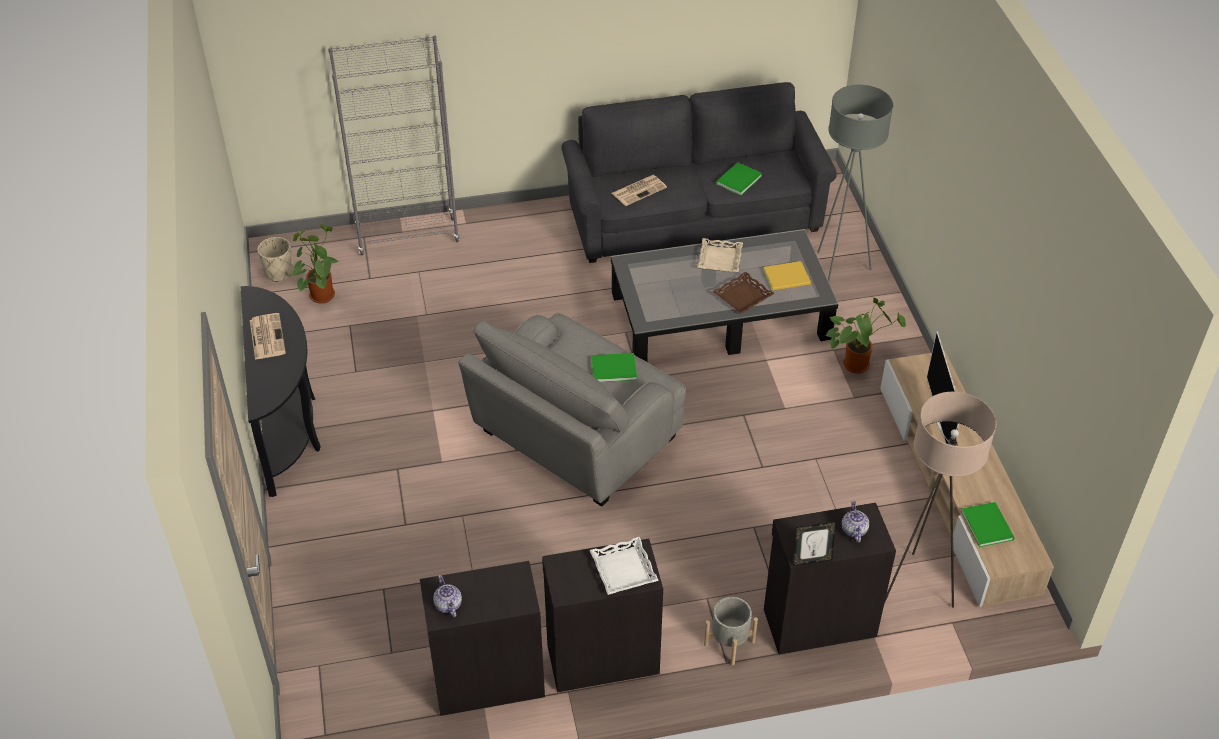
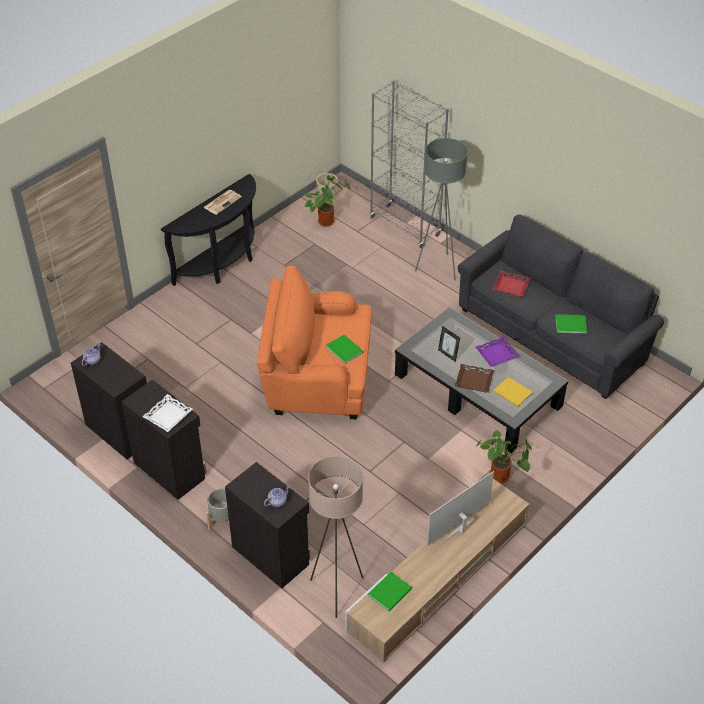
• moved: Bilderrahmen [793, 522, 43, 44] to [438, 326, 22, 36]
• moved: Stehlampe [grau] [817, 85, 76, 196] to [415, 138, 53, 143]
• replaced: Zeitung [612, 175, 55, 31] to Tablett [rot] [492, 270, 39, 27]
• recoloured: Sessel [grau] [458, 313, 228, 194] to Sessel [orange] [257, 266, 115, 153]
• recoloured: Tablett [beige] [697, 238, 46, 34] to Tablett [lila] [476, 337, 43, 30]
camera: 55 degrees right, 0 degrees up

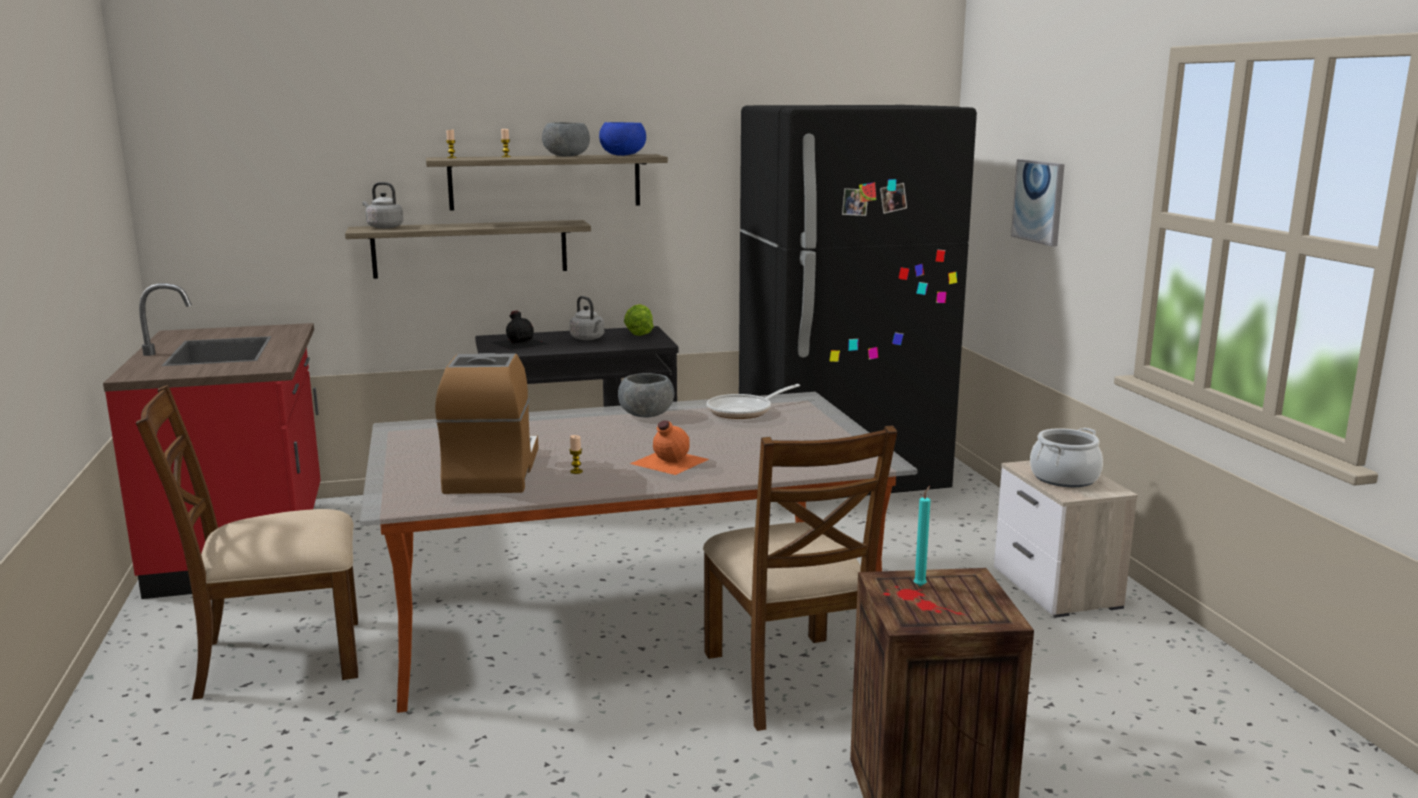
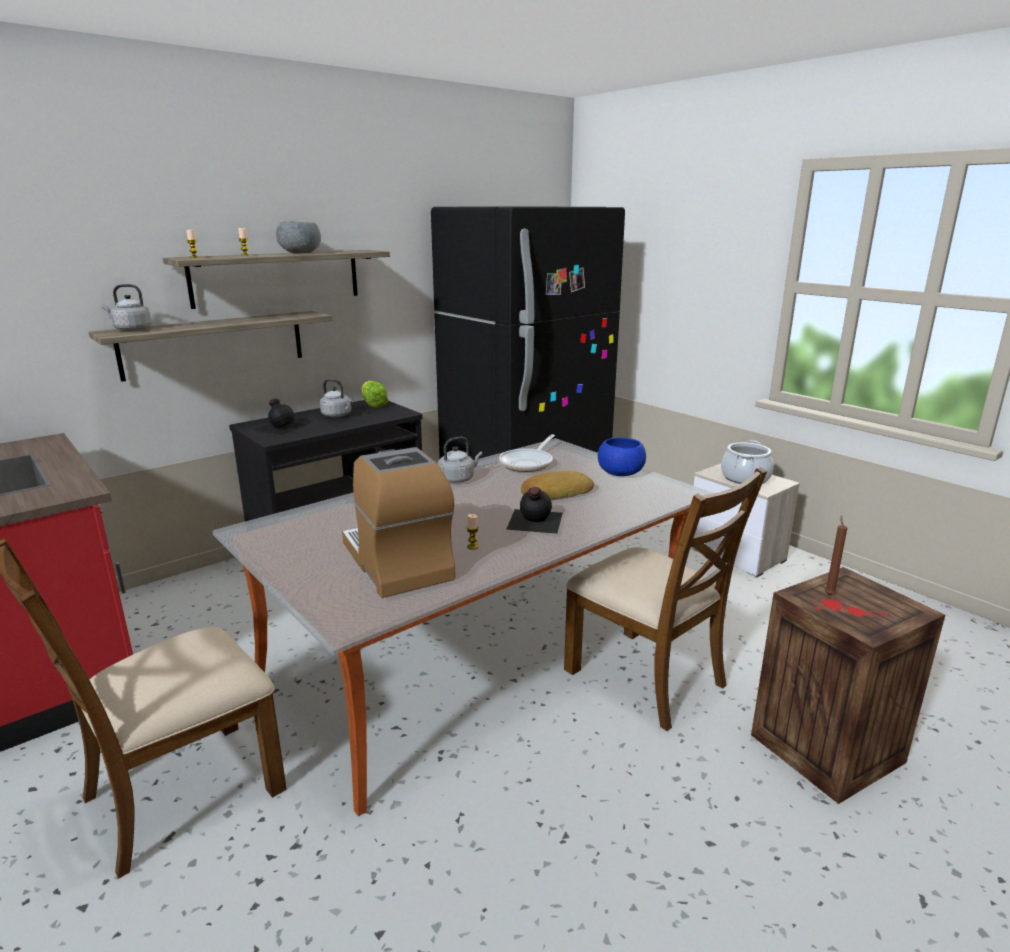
• removed: Bild [1011, 159, 54, 87]
• added: Brot [521, 471, 73, 29]
• moved: Schüssel [blau] [599, 122, 47, 34] to [598, 438, 48, 38]
• replaced: Schüssel [grau] [618, 373, 56, 44] to Wasserkessel [grau] [438, 437, 44, 46]
• recoloured: Flasche [orange] [630, 420, 79, 55] to Flasche [schwarz] [506, 487, 57, 47]
• recoloured: Kerze [türkis] [914, 486, 16, 100] to Kerze [braun] [825, 515, 22, 80]
camera: 25 degrees left, 5 degrees up

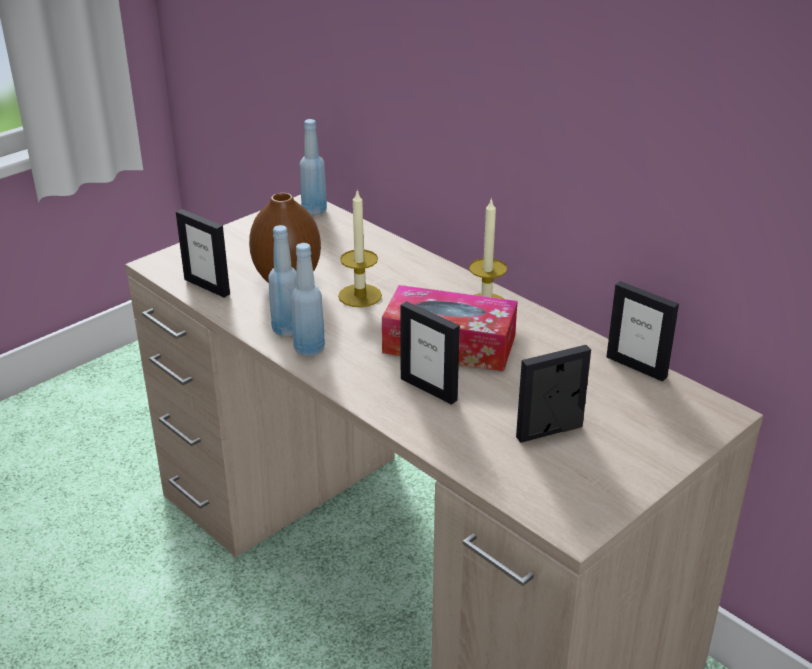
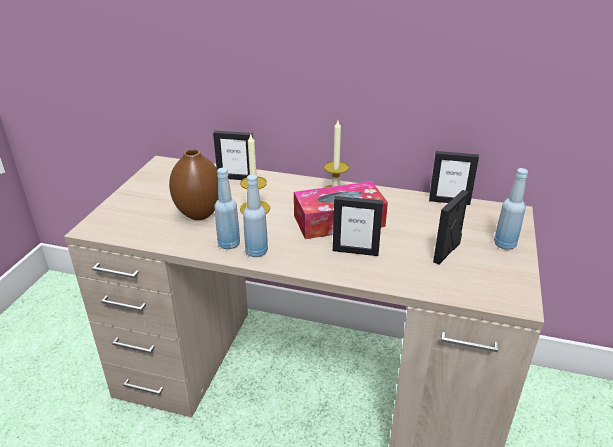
• moved: Bilderrahmen [176, 209, 54, 89] to [213, 131, 40, 49]
• moved: Flasche [blau] [300, 119, 27, 96] to [494, 168, 34, 82]
camera: 30 degrees left, 0 degrees up

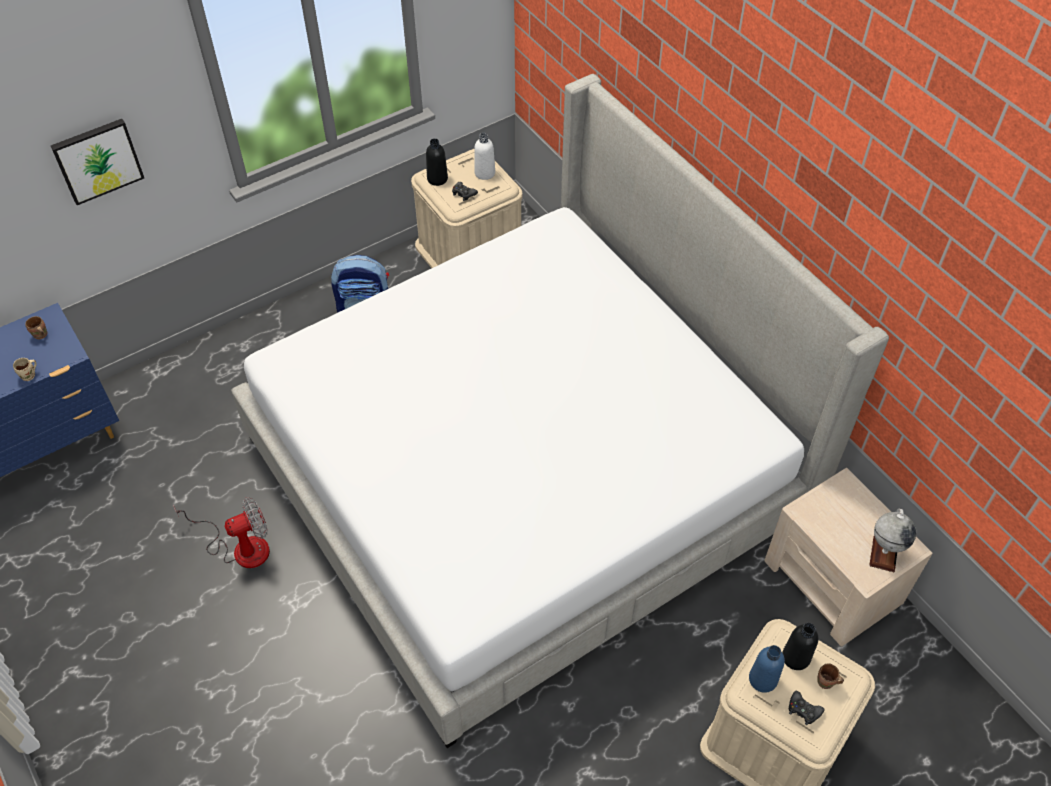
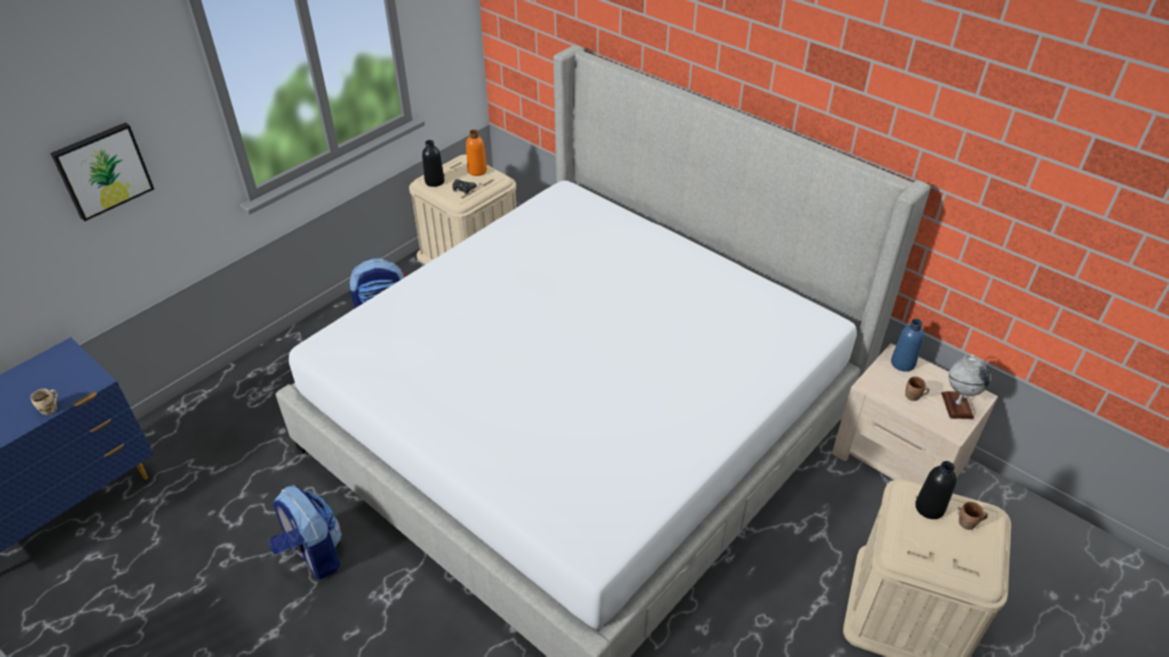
• removed: Gamepad [schwarz] [789, 691, 35, 34]
• moved: Henkelbecher [braun] [25, 316, 22, 23] to [905, 377, 24, 24]
• moved: Flasche [blau] [749, 645, 36, 48] to [891, 319, 33, 53]
• replaced: Ventilator [173, 498, 97, 70] to Rucksack [269, 485, 73, 95]
• recoloured: Flasche [weiß] [474, 133, 21, 47] to Flasche [orange] [466, 130, 21, 46]
camera: 15 degrees left, 10 degrees down

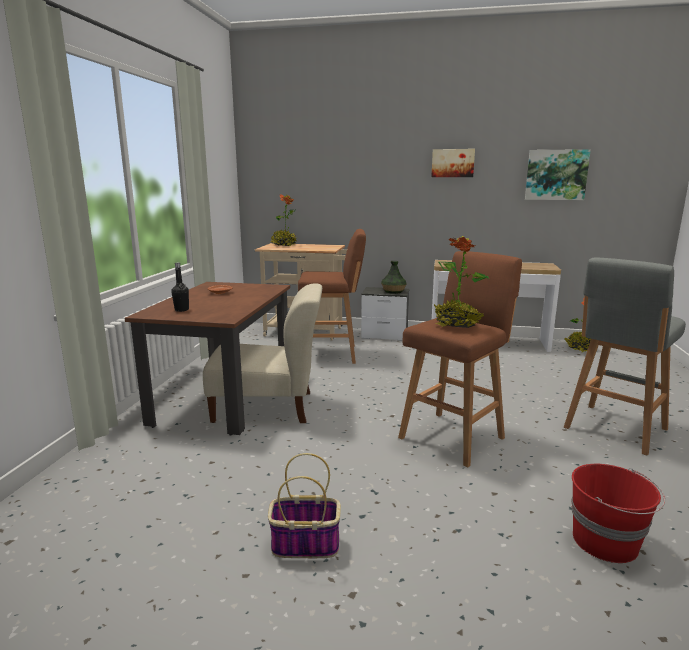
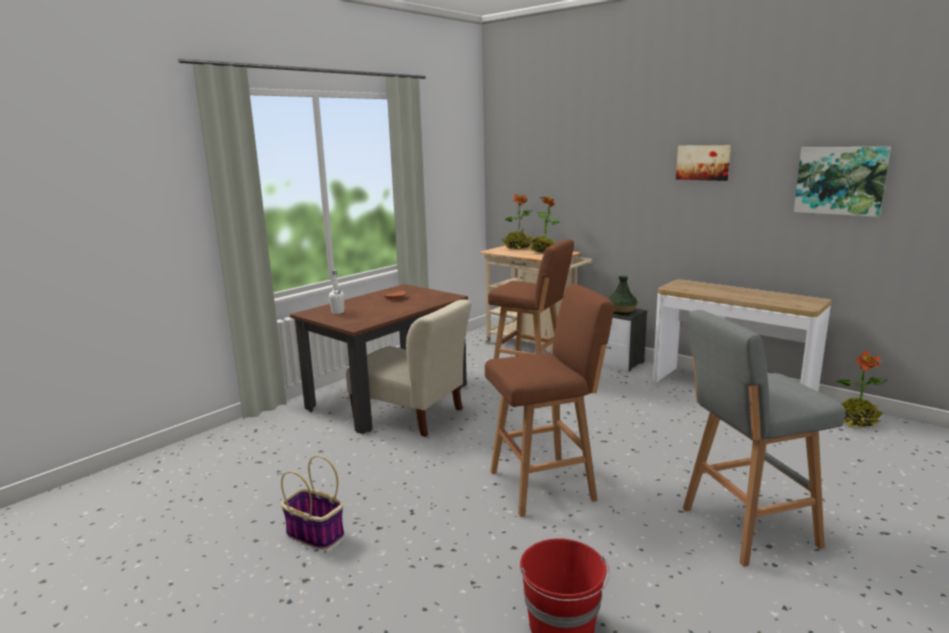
• moved: Topfpflanze [434, 236, 55, 92] to [529, 196, 31, 57]
• recoloured: Flasche [schwarz] [171, 263, 18, 49] to Flasche [weiß] [329, 270, 15, 44]
camera: 30 degrees right, 0 degrees up

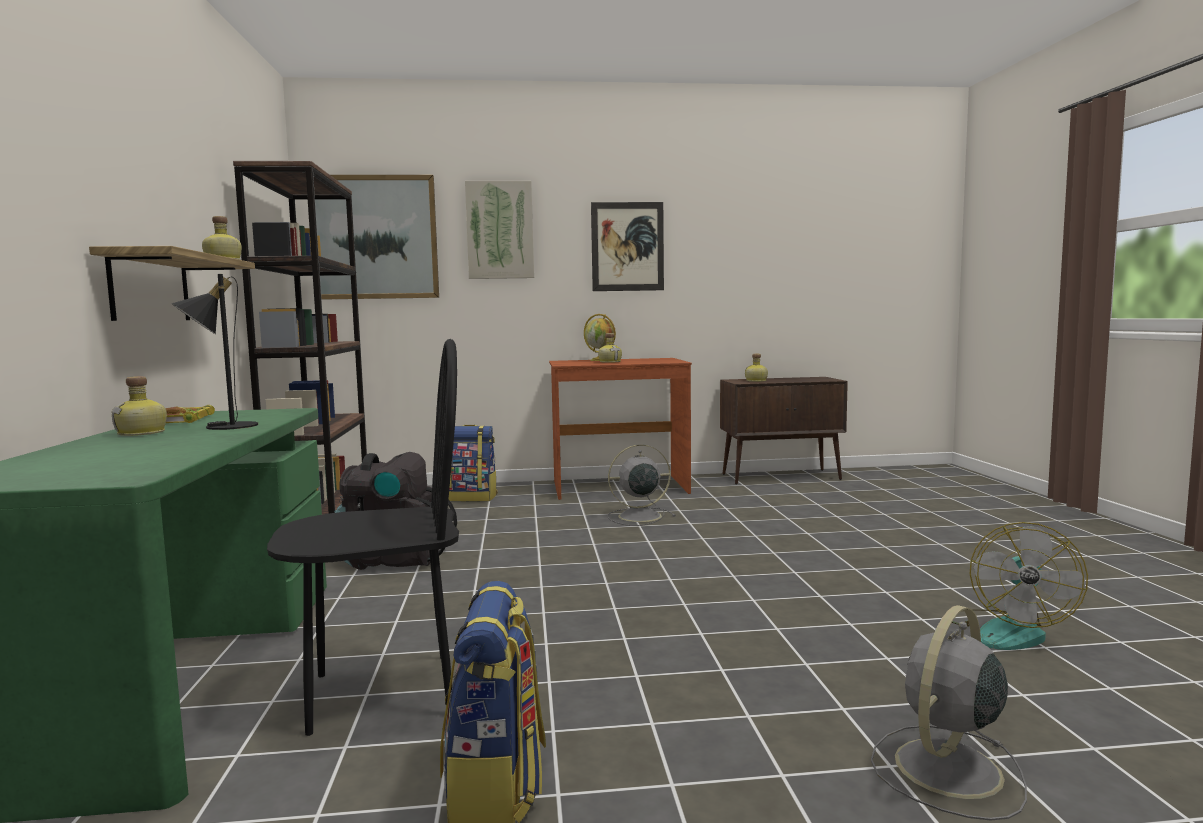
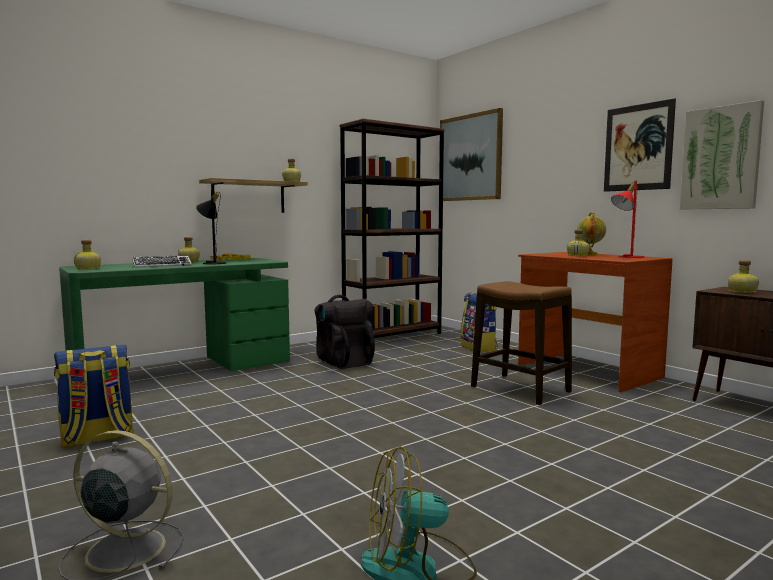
• removed: Stuhl [schwarz] [267, 339, 192, 397]
• added: Flasche [74, 240, 27, 29]
• added: Tastatur [132, 256, 60, 12]
• added: Tischlampe [rot] [611, 181, 34, 77]
• moved: Bild [465, 181, 69, 98] to [680, 100, 84, 109]
• replaced: Ventilator [grau] [607, 444, 69, 82] to Hocker [471, 281, 101, 124]
camera: 60 degrees right, 0 degrees up

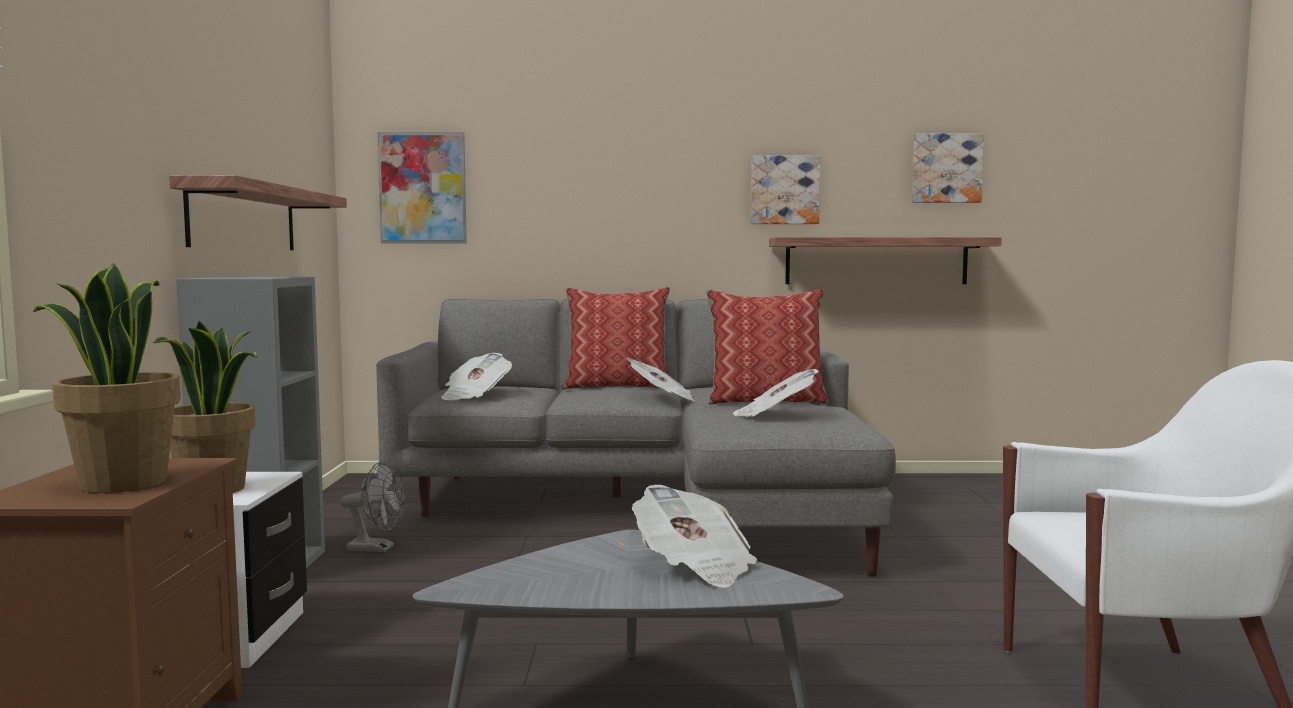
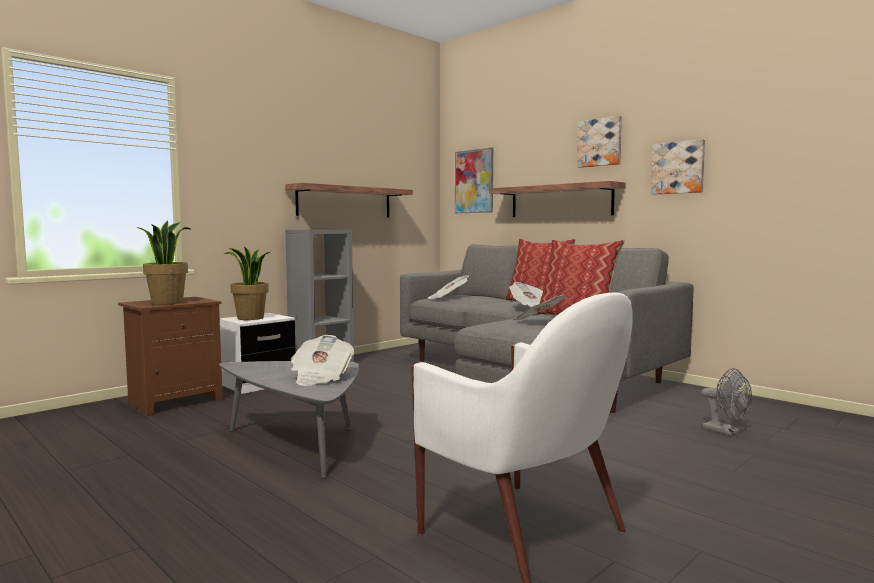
• moved: Ventilator [grau] [340, 462, 65, 90] to [701, 368, 51, 68]
• moved: Wandregal [769, 237, 233, 47] to [489, 181, 137, 36]
• moved: Bild [912, 134, 72, 69] to [577, 116, 45, 52]
camera: 45 degrees right, 0 degrees up

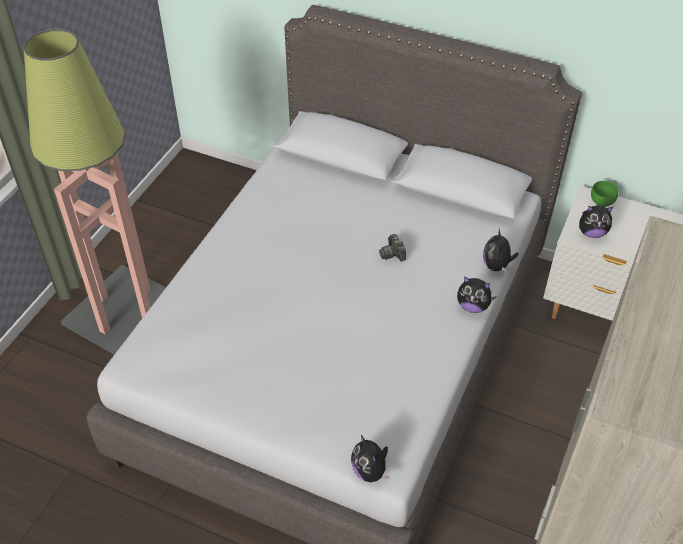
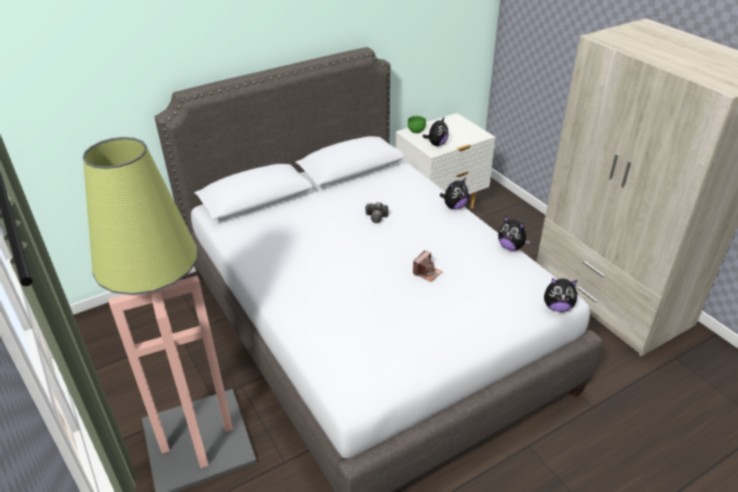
• added: Kamera [413, 250, 30, 32]
• moved: Plüschtier [483, 229, 36, 44] to [498, 216, 33, 35]
camera: 55 degrees left, 10 degrees down

